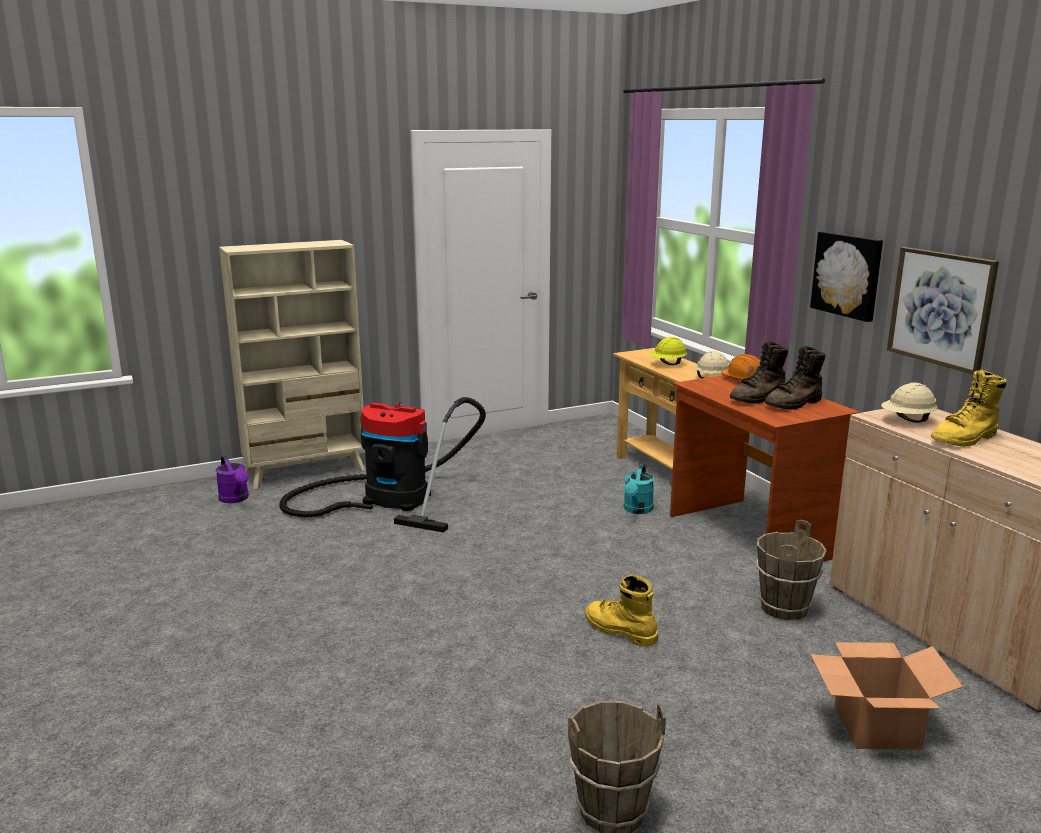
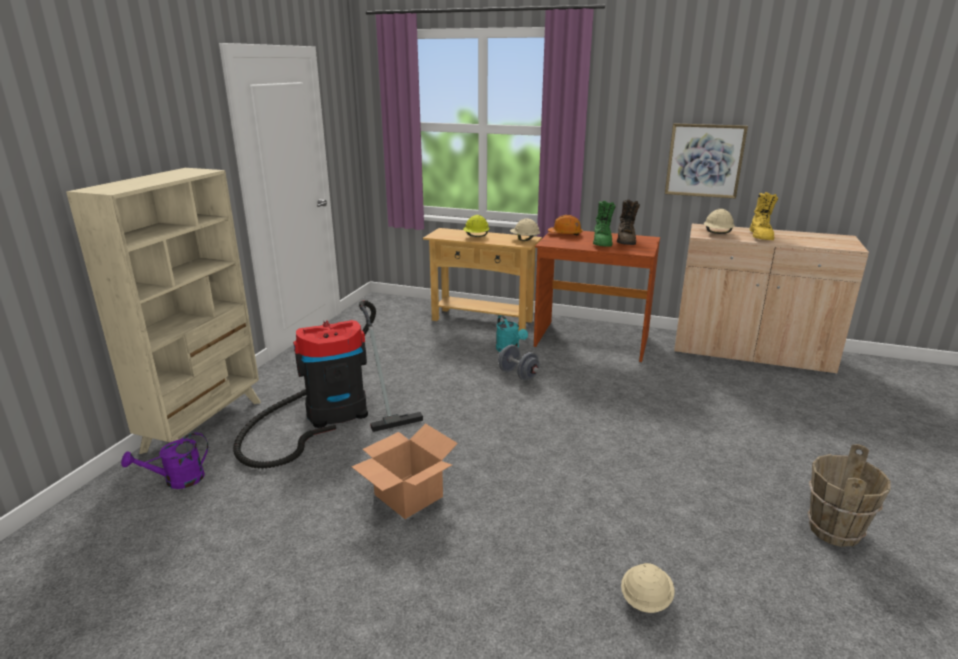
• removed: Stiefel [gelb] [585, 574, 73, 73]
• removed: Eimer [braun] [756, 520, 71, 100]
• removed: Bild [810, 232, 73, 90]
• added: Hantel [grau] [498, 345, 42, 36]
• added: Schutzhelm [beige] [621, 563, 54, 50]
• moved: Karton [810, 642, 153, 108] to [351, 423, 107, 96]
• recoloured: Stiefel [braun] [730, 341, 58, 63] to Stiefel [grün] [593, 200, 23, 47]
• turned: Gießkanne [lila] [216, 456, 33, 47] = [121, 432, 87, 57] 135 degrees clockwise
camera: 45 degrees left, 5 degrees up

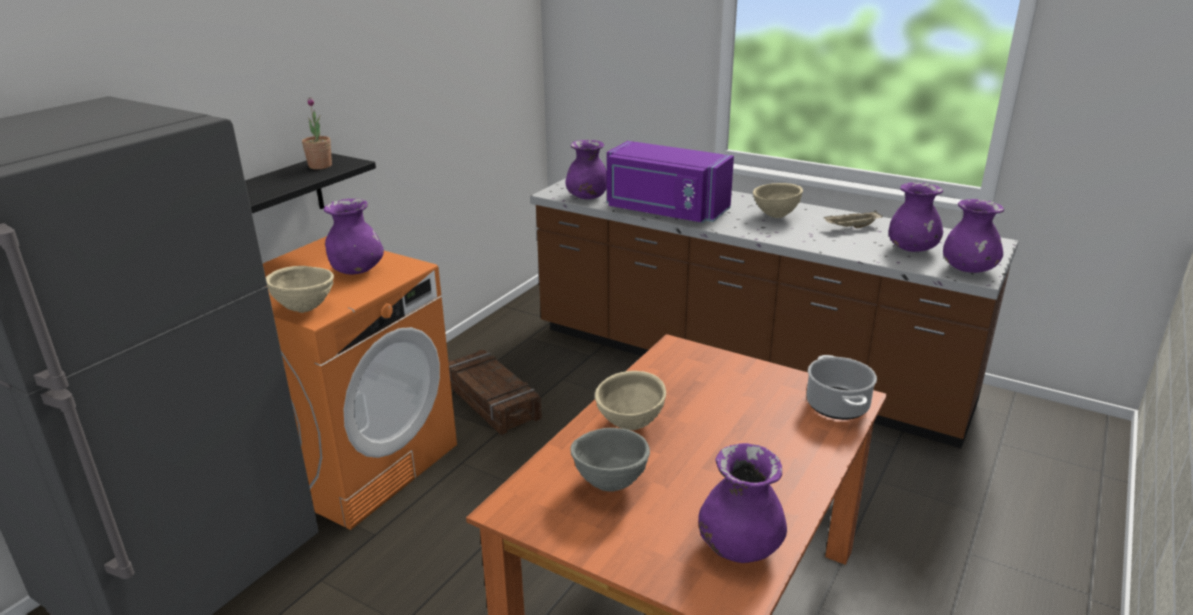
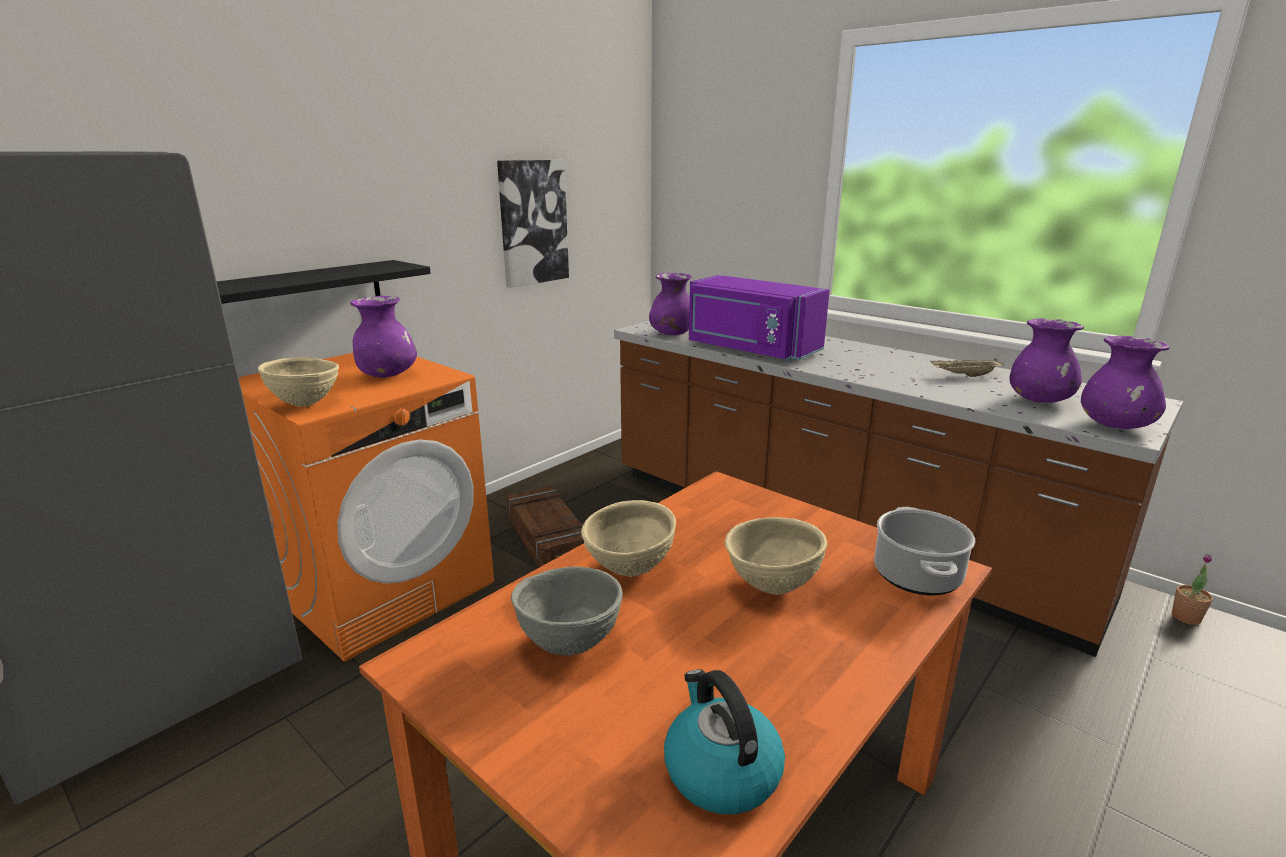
• added: Bild [497, 160, 72, 128]
• moved: Topfpflanze [302, 98, 30, 71] to [1172, 554, 41, 71]
• moved: Schüssel [beige] [753, 183, 50, 35] to [725, 517, 102, 78]
• replaced: Vase [lila] [698, 443, 89, 120] to Wasserkessel [664, 669, 121, 145]
camera: 10 degrees right, 5 degrees down

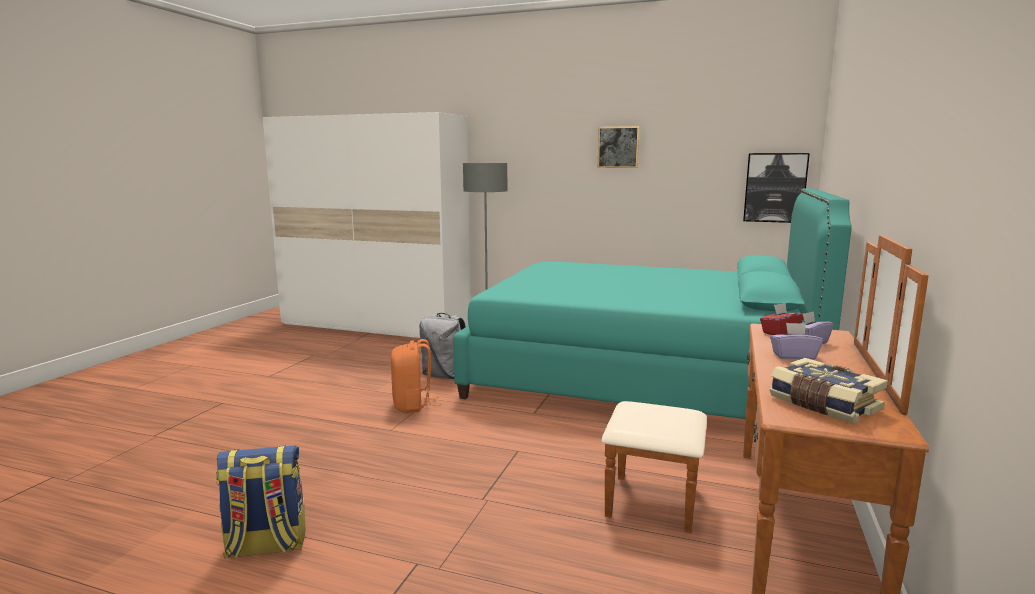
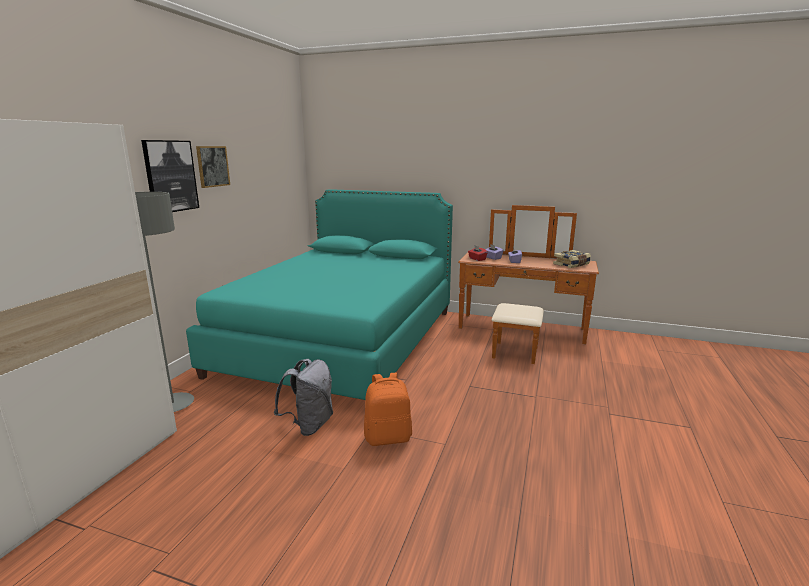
• removed: Rucksack [216, 445, 89, 114]
• moved: Bild [743, 153, 67, 70] to [141, 140, 58, 72]
camera: 90 degrees left, 5 degrees up

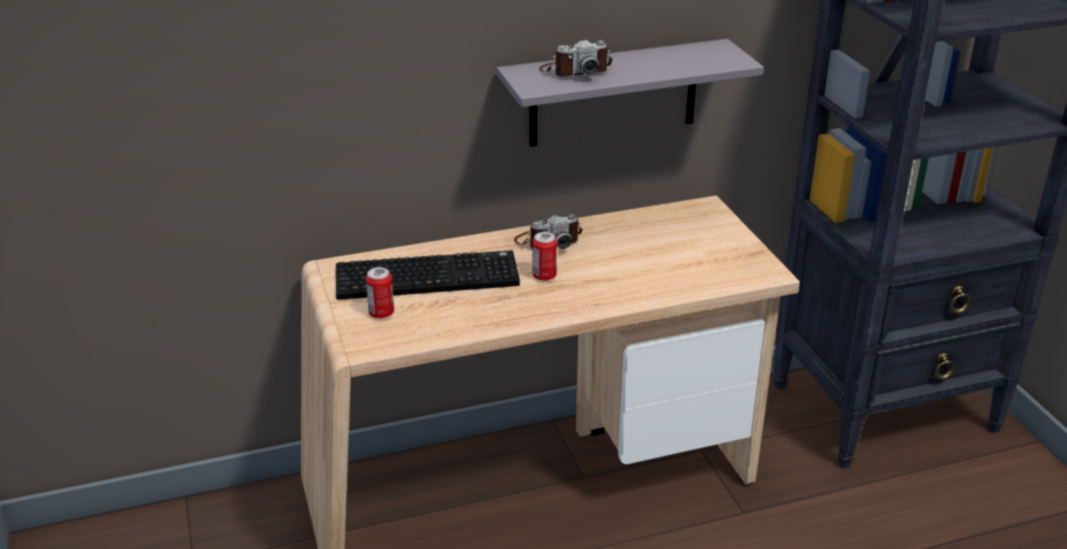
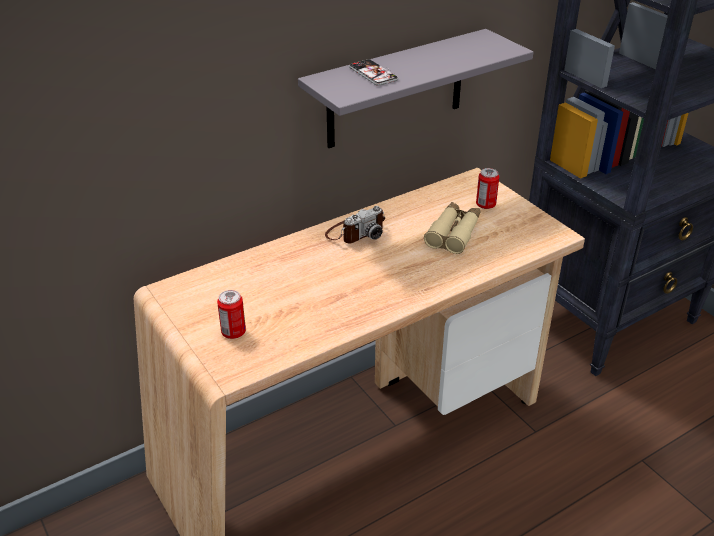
• removed: Tastatur [336, 250, 184, 50]
• added: Fernglas [beige] [424, 202, 57, 52]
• moved: Dose [533, 232, 24, 49] to [476, 168, 23, 41]
• replaced: Kamera [539, 40, 73, 37] to Handy [349, 59, 49, 27]
camera: 15 degrees left, 5 degrees up

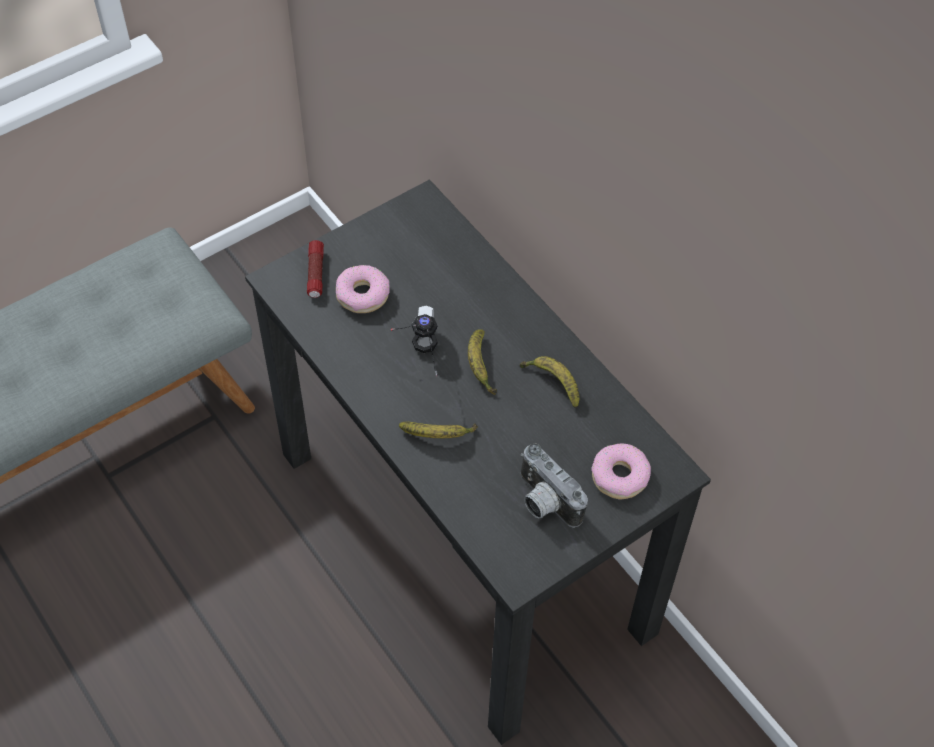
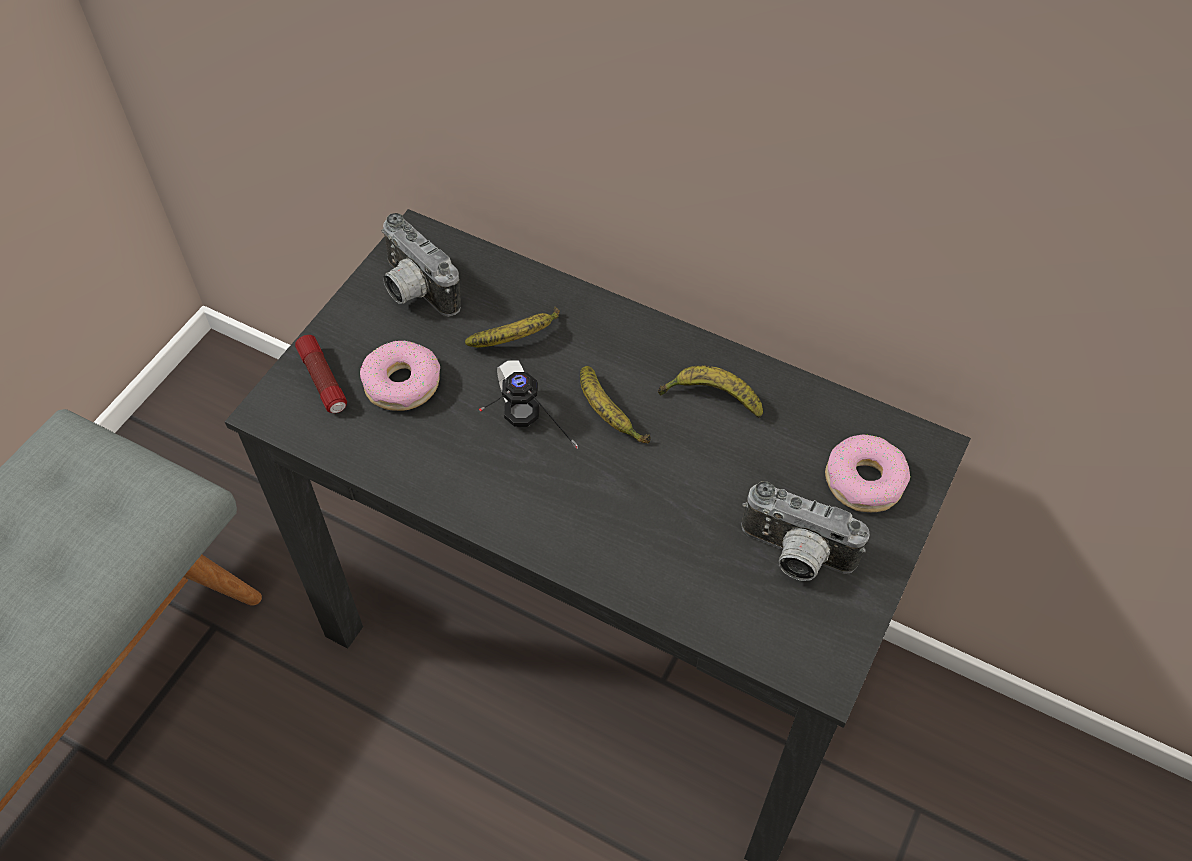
• added: Kamera [382, 213, 79, 104]
• moved: Banane [399, 422, 79, 16] to [465, 307, 95, 41]
camera: 25 degrees left, 0 degrees up

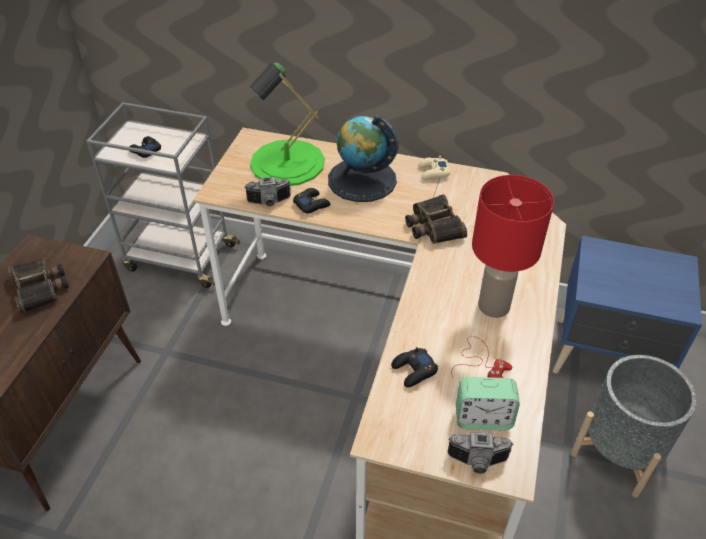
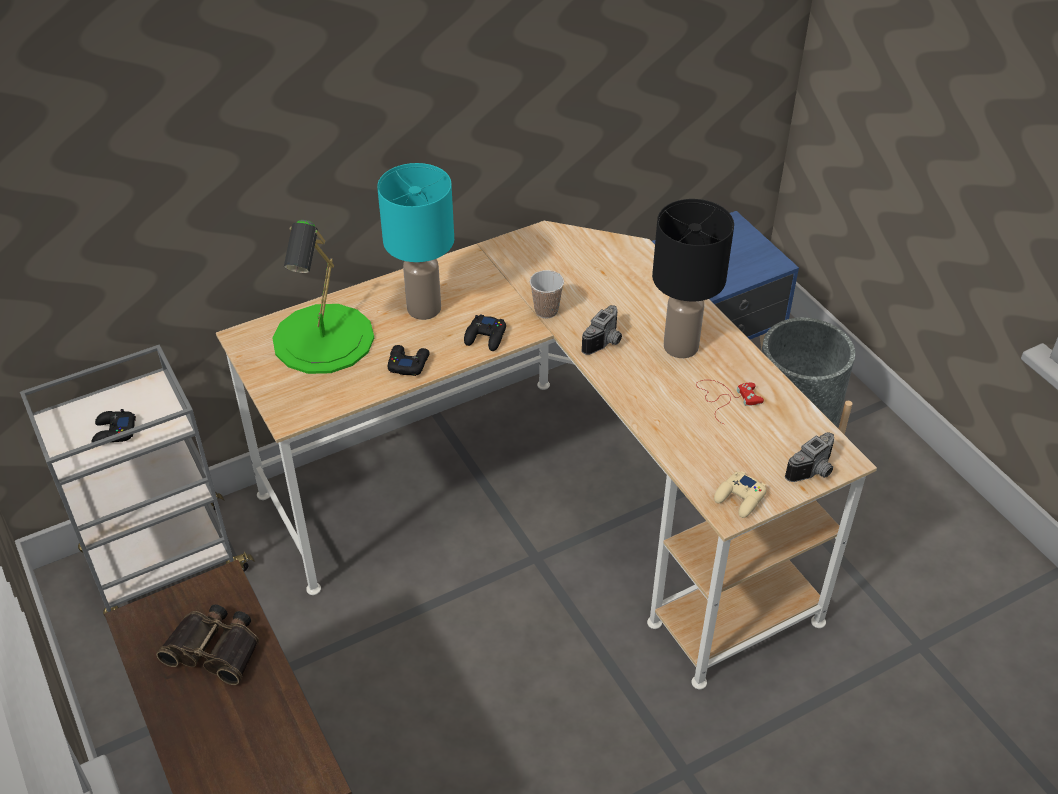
• removed: Wecker [456, 377, 64, 53]
• moved: Kamera [244, 177, 47, 29] to [581, 305, 41, 50]
• moved: Gamepad [schwarz] [391, 347, 47, 41] to [464, 314, 42, 37]
• moved: Gamepad [beige] [418, 156, 33, 24] to [714, 471, 53, 47]
• replaced: Globus [328, 115, 70, 87] to Tischlampe [türkis] [377, 163, 77, 157]
• replaced: Fernglas [405, 194, 62, 50] to Tasse [530, 270, 34, 48]
• recoloured: Tischlampe [rot] [472, 175, 82, 143] to Tischlampe [schwarz] [652, 199, 82, 159]
camera: 45 degrees left, 0 degrees up

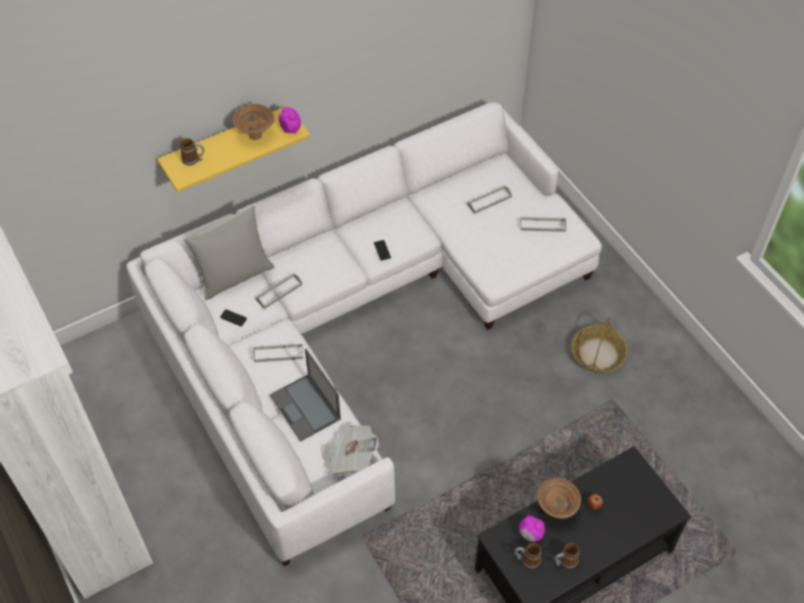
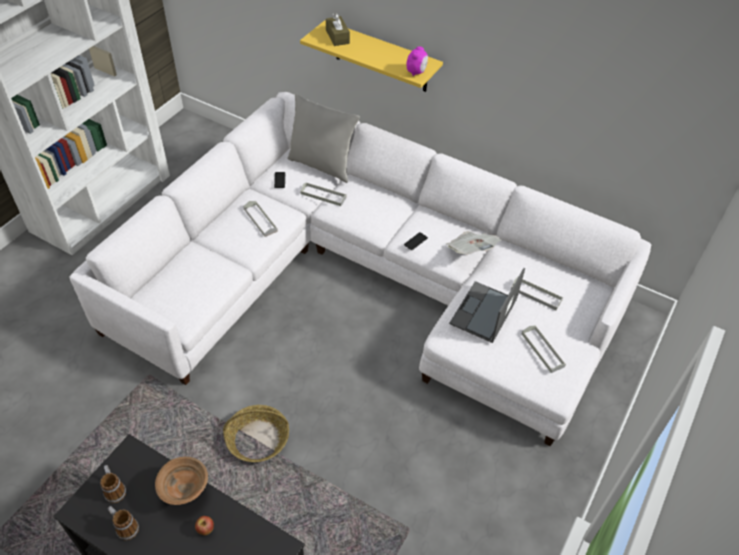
• removed: Schüssel [braun] [233, 104, 41, 36]
• removed: Wecker [519, 515, 26, 27]
• moved: Laptop [270, 349, 71, 93] to [449, 268, 76, 75]
• moved: Zeitung [320, 425, 59, 51] to [446, 231, 55, 23]
• moved: Korb [572, 317, 56, 56] to [223, 405, 66, 57]
• replaced: Henkelbecher [180, 138, 24, 28] to Taschentuchbox [braun] [326, 13, 24, 33]
camera: 60 degrees right, 5 degrees down

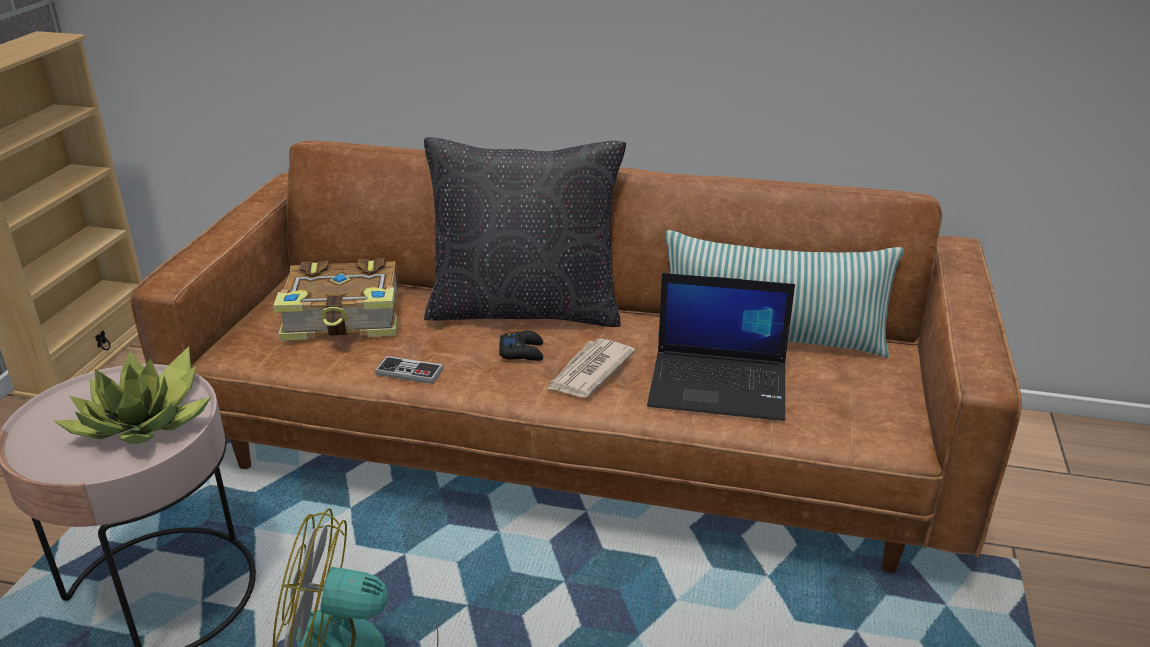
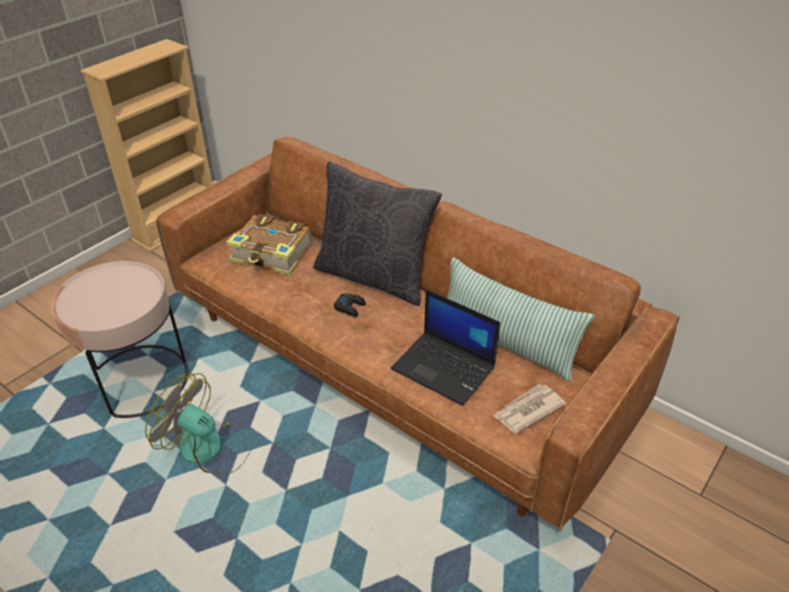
• removed: Topfpflanze [53, 346, 159, 98]
• removed: Gamepad [375, 356, 68, 28]
• moved: Zeitung [546, 338, 90, 59] to [493, 384, 73, 49]
camera: 25 degrees right, 10 degrees up

